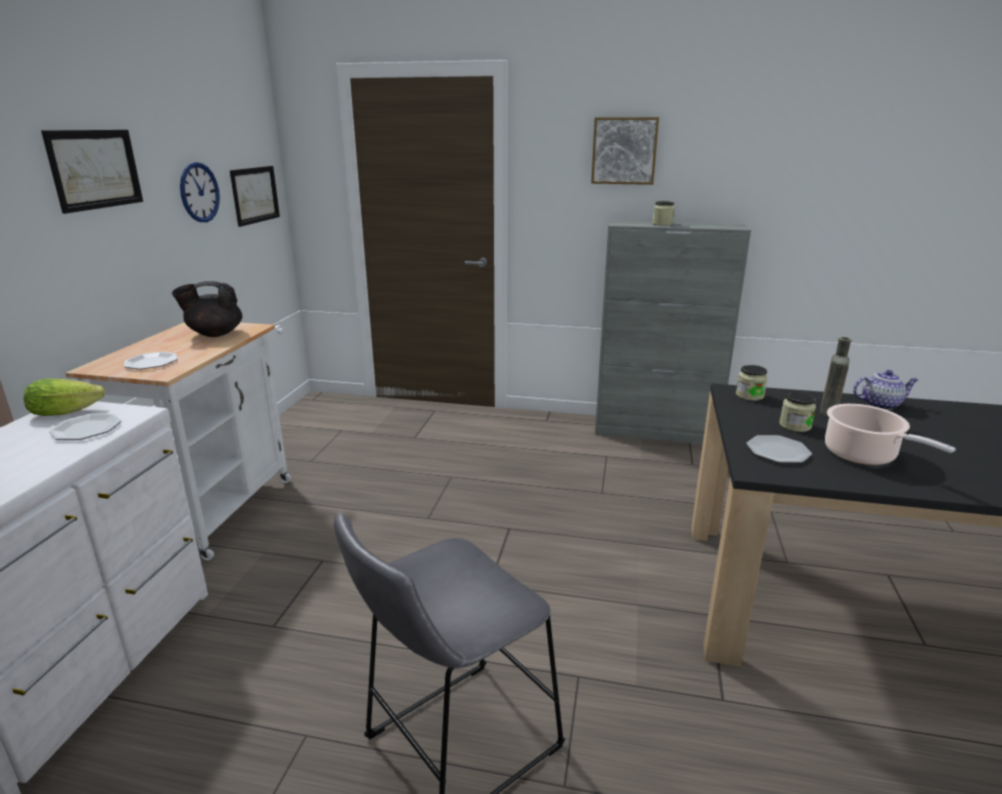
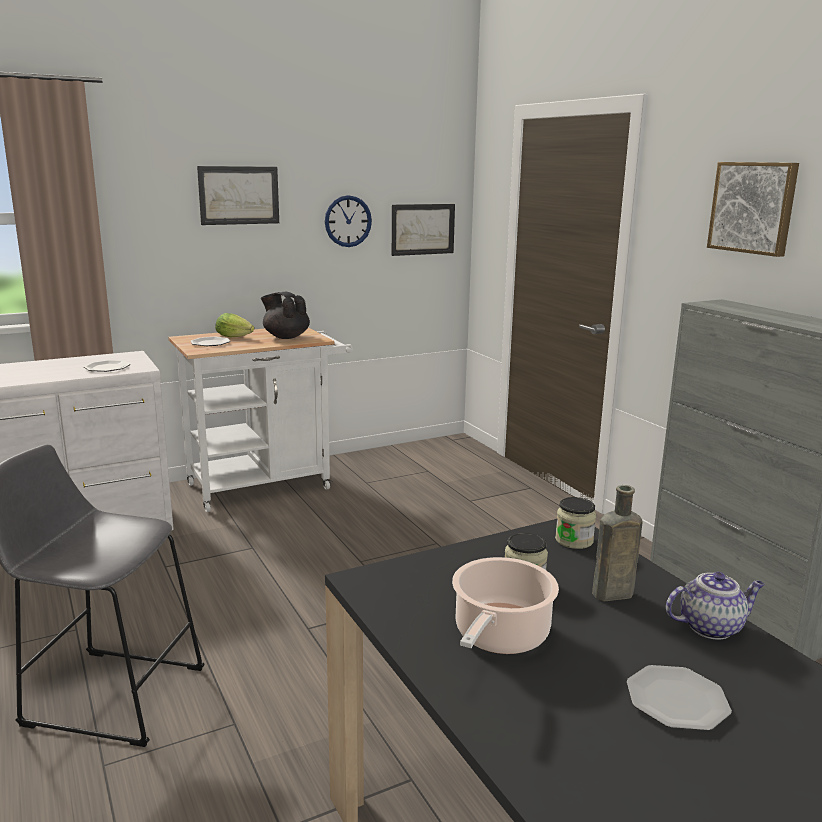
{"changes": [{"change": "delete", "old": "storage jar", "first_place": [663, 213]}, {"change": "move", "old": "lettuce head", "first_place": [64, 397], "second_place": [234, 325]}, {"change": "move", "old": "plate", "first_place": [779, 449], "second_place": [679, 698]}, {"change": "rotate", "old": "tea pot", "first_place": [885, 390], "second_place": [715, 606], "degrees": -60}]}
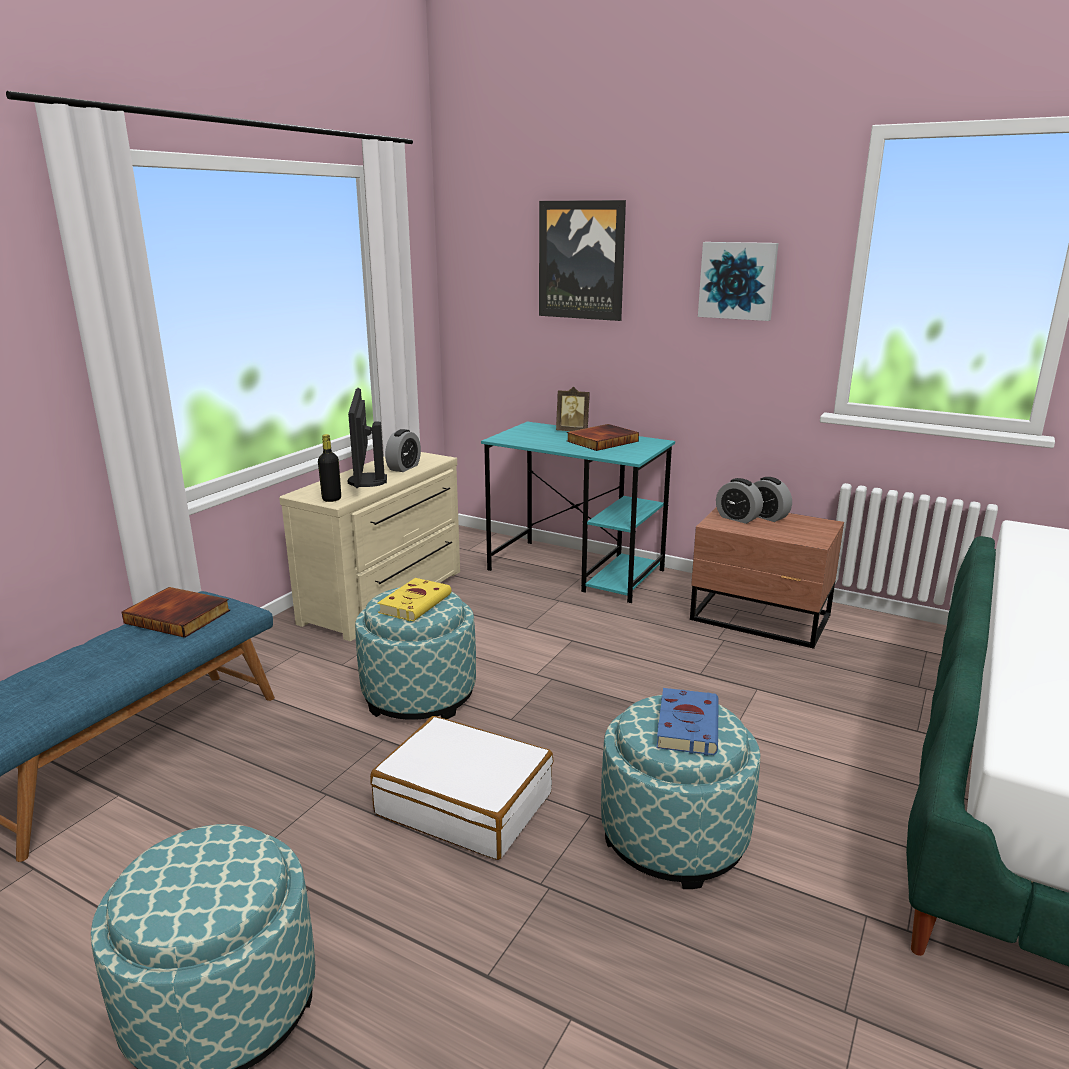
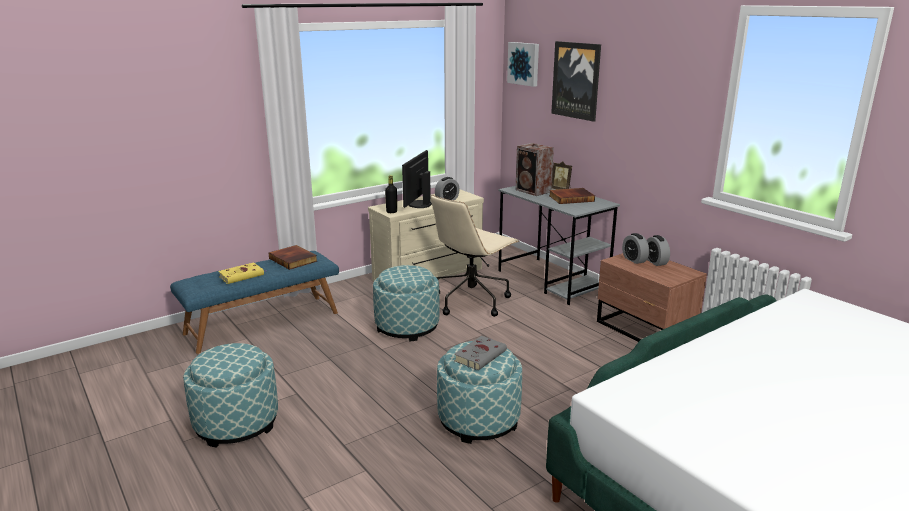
{"changes": [{"change": "delete", "old": "travel case in white", "first_place": [461, 788]}, {"change": "insert", "new": "desk chair in beige", "second_place": [474, 256]}, {"change": "insert", "new": "speaker", "second_place": [534, 169]}, {"change": "move", "old": "book in yellow-coloured", "first_place": [414, 599], "second_place": [242, 273]}, {"change": "move", "old": "wall picture", "first_place": [738, 281], "second_place": [523, 64]}, {"change": "recolor", "old": "desk unit in blue-green", "new": "desk unit in greyish", "first_place": [578, 512], "second_place": [559, 245]}, {"change": "recolor", "old": "book in bluish", "new": "book in greyish", "first_place": [687, 721], "second_place": [480, 353]}]}
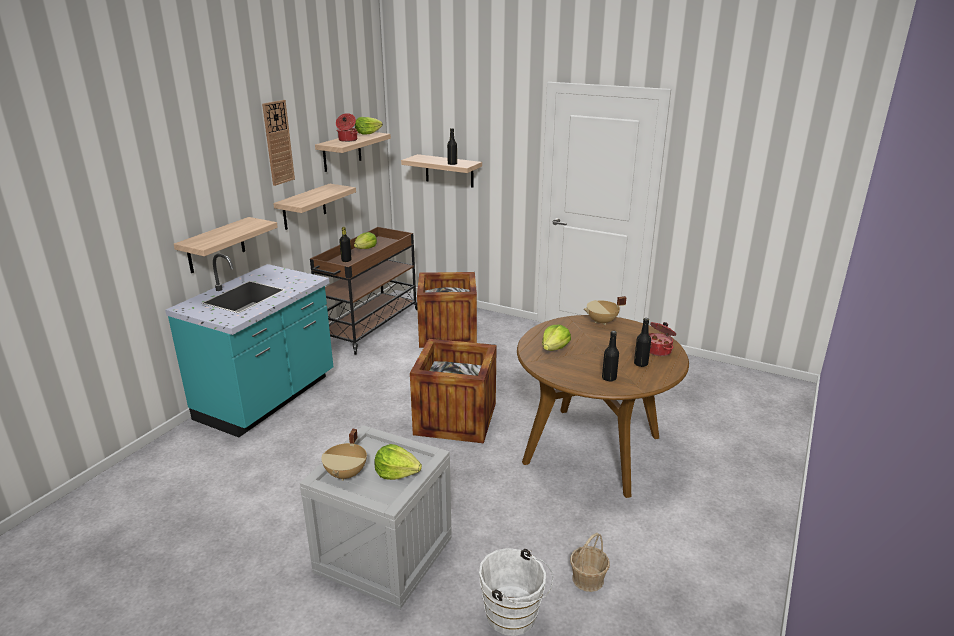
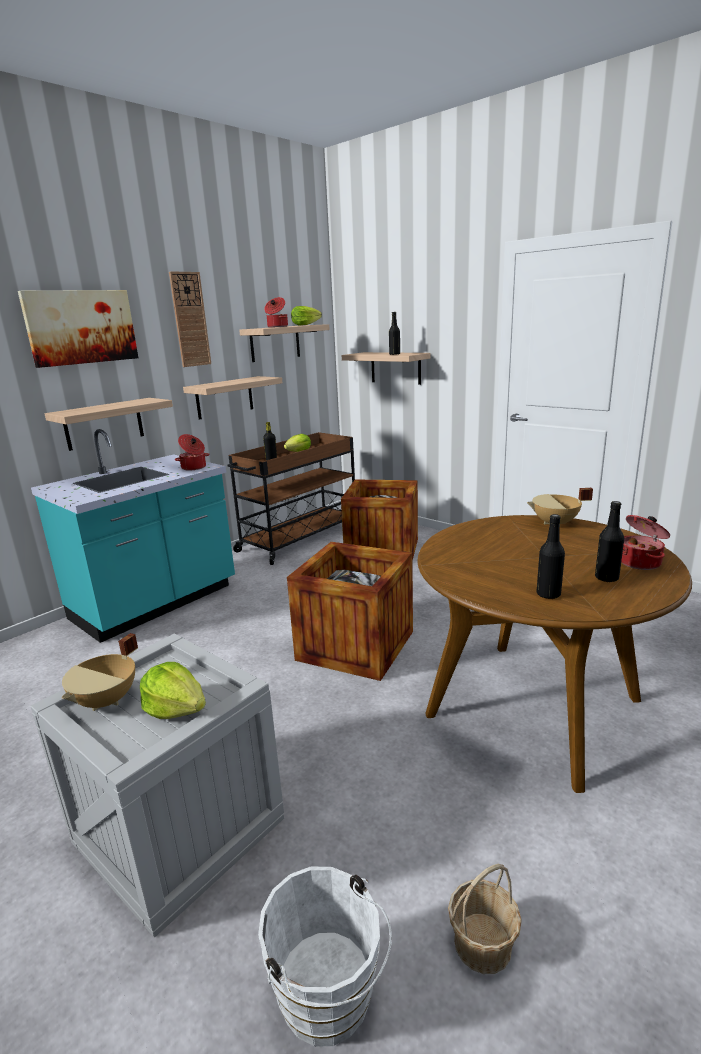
{"changes": [{"change": "delete", "old": "lettuce head", "first_place": [556, 338]}, {"change": "insert", "new": "wall picture", "second_place": [78, 329]}, {"change": "insert", "new": "cooking pot", "second_place": [192, 452]}]}
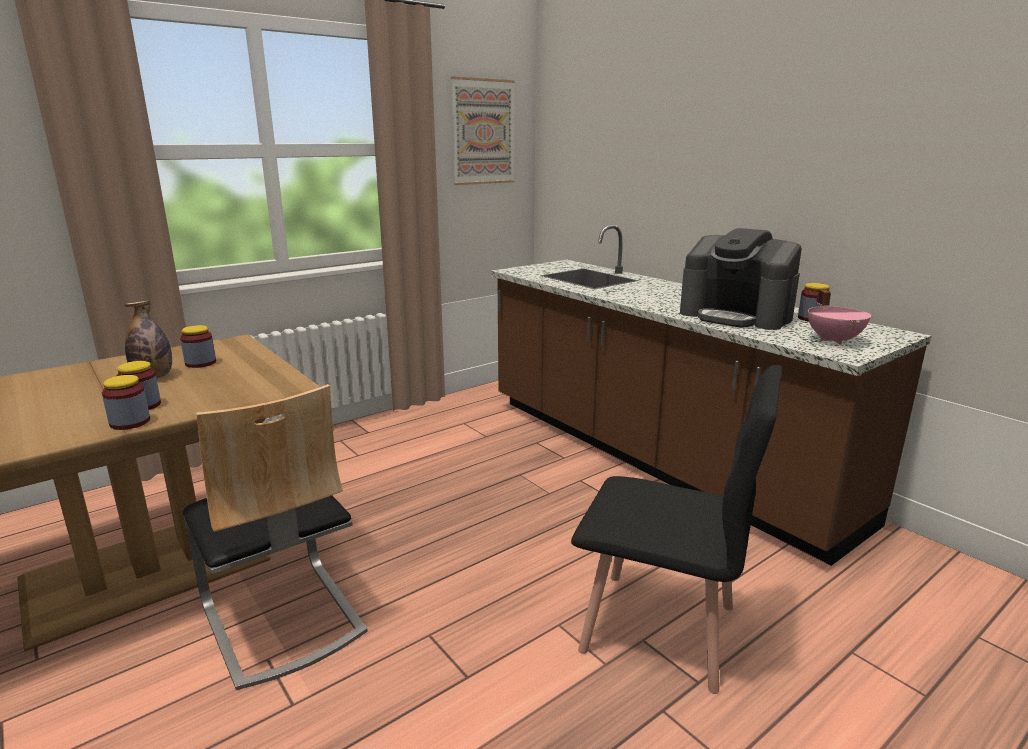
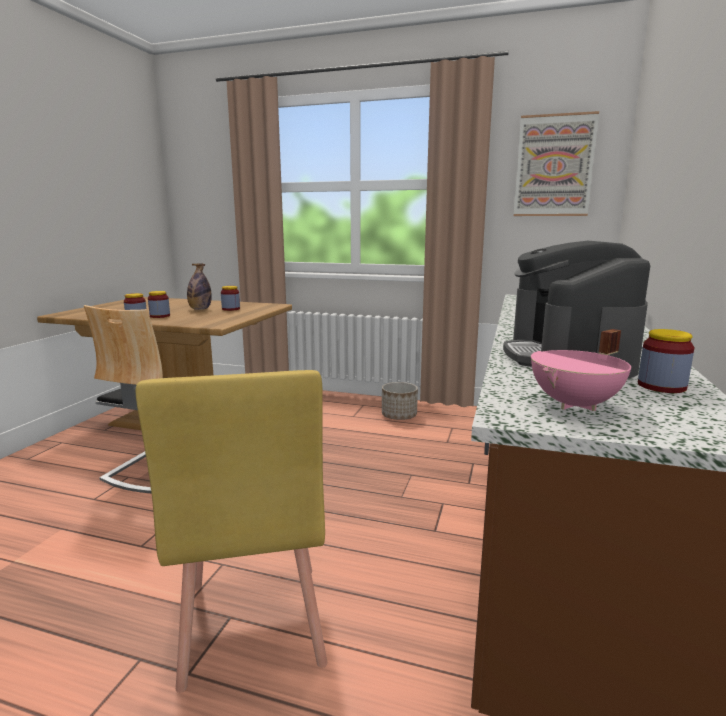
{"changes": [{"change": "insert", "new": "planter", "second_place": [400, 401]}, {"change": "recolor", "old": "plain chair in black", "new": "plain chair in yellow-coloured", "first_place": [676, 529], "second_place": [231, 531]}]}
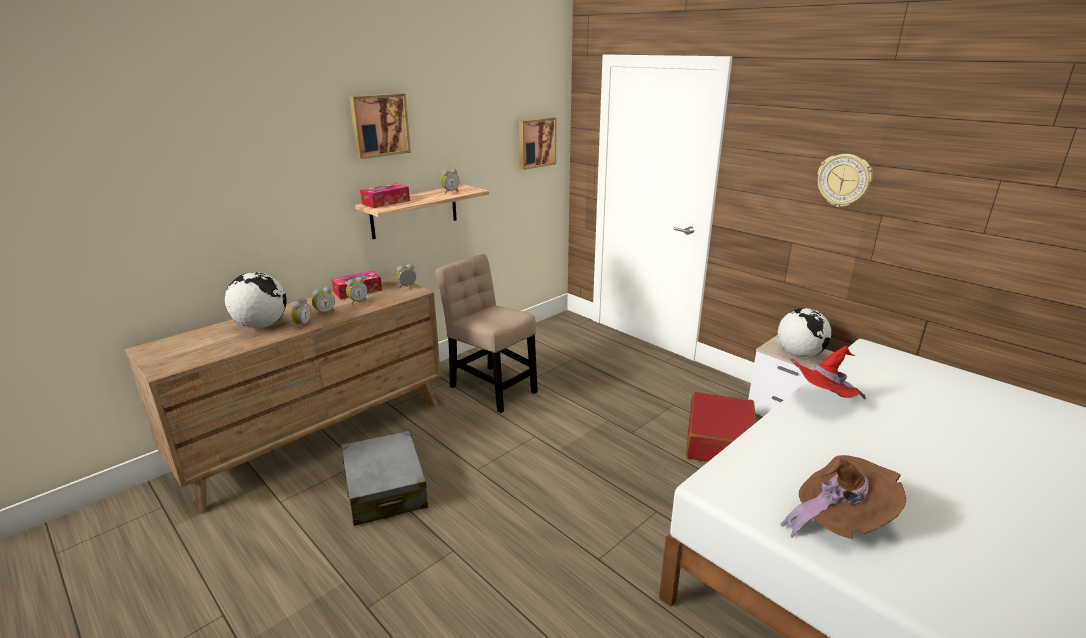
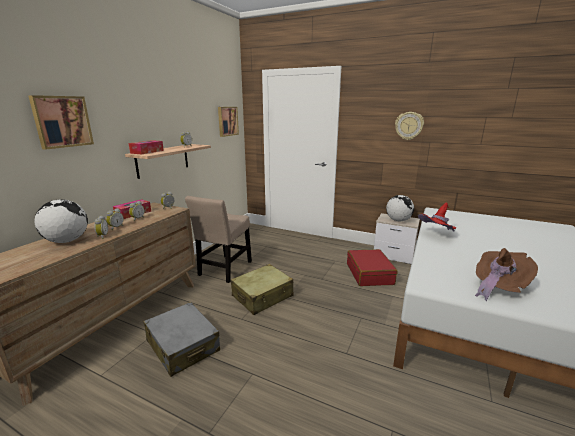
{"changes": [{"change": "insert", "new": "travel case in beige", "second_place": [262, 289]}, {"change": "move", "old": "wall picture", "first_place": [380, 126], "second_place": [61, 122]}, {"change": "rotate", "old": "plain chair in beige", "first_place": [487, 333], "second_place": [218, 239], "degrees": -90}]}
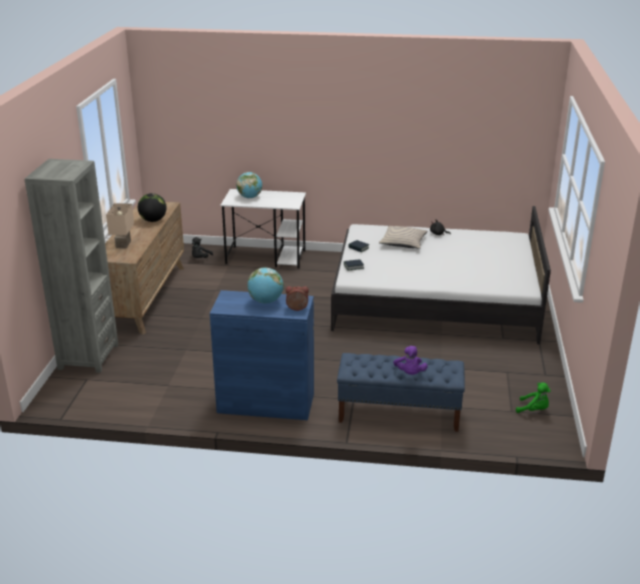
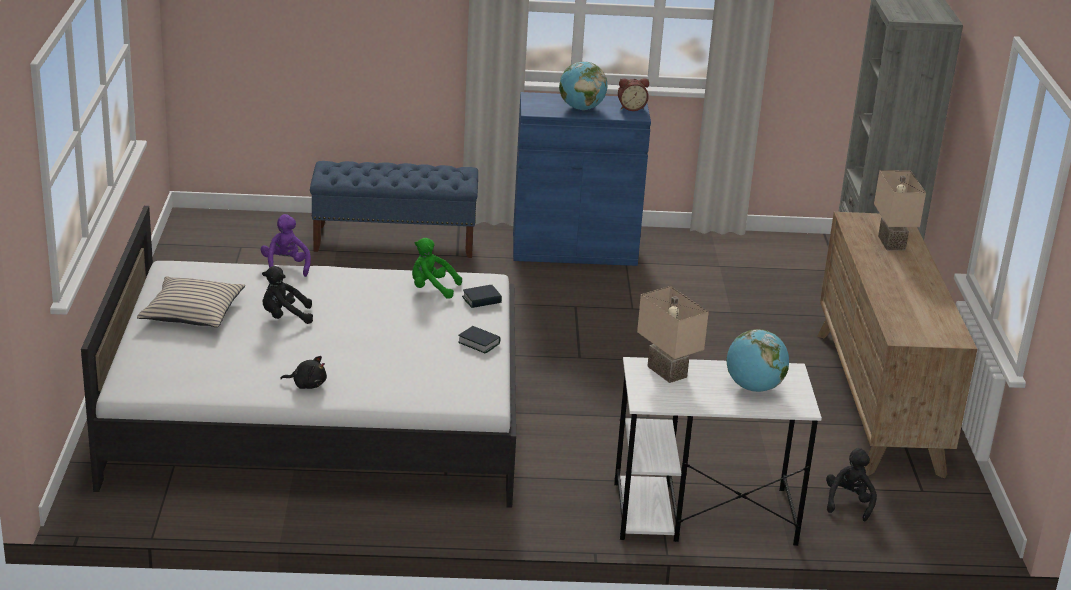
{"changes": [{"change": "delete", "old": "desk globe", "first_place": [152, 207]}, {"change": "insert", "new": "soft toy in black", "second_place": [287, 295]}, {"change": "insert", "new": "lamp for a table in beige", "second_place": [673, 334]}, {"change": "move", "old": "bedside clock", "first_place": [297, 298], "second_place": [633, 94]}, {"change": "move", "old": "cushion in beige", "first_place": [403, 237], "second_place": [191, 302]}, {"change": "move", "old": "soft toy in purple-coloured", "first_place": [410, 360], "second_place": [286, 245]}, {"change": "move", "old": "soft toy in green", "first_place": [533, 398], "second_place": [437, 268]}]}
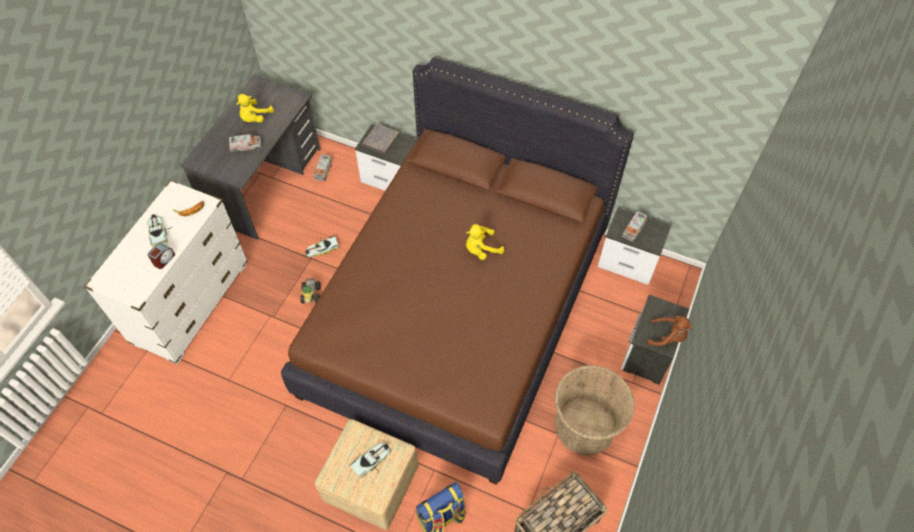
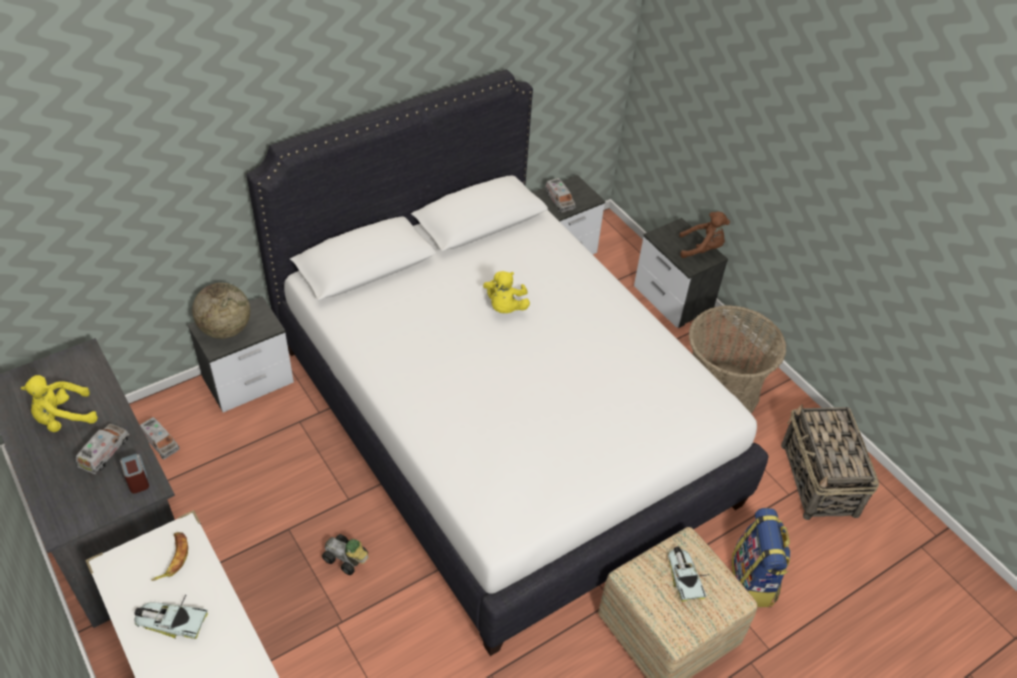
{"changes": [{"change": "delete", "old": "miniature car", "first_place": [322, 247]}, {"change": "move", "old": "bedside clock", "first_place": [161, 256], "second_place": [134, 473]}, {"change": "replace", "old": "book in greyish", "new": "desk globe", "first_place": [381, 139], "second_place": [221, 311]}, {"change": "recolor", "old": "bed in brown", "new": "bed in white", "first_place": [457, 271], "second_place": [507, 362]}, {"change": "rotate", "old": "soft toy in yellow-coloured", "first_place": [255, 108], "second_place": [59, 403], "degrees": 90}, {"change": "rotate", "old": "soft toy in brown", "first_place": [669, 331], "second_place": [704, 235], "degrees": 45}]}
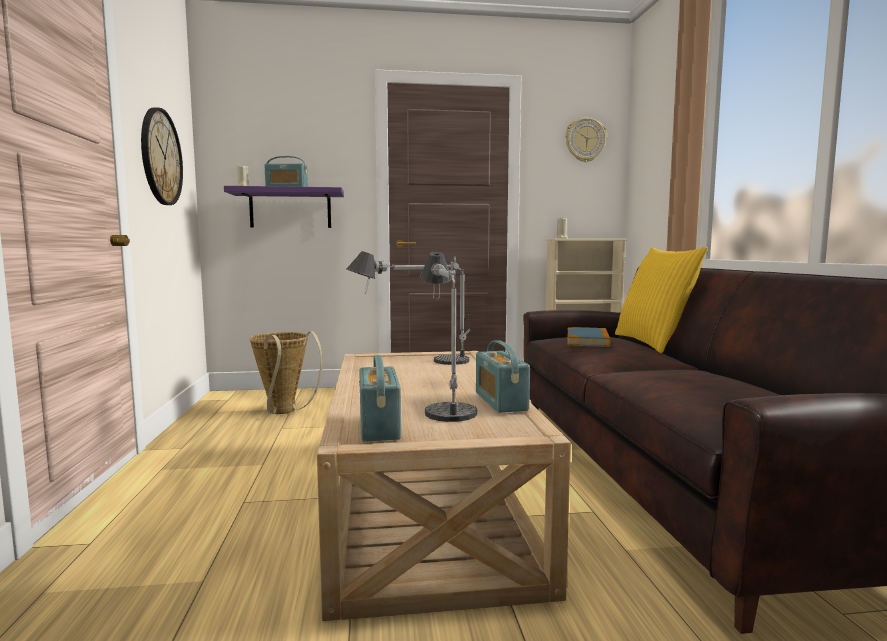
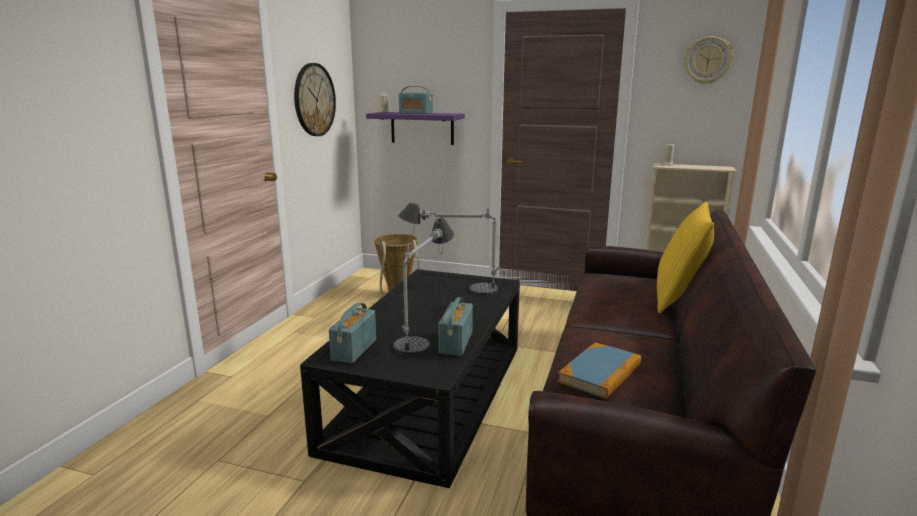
{"changes": [{"change": "move", "old": "book", "first_place": [589, 337], "second_place": [599, 370]}, {"change": "recolor", "old": "lounge table in beige", "new": "lounge table in black", "first_place": [444, 486], "second_place": [410, 378]}]}
